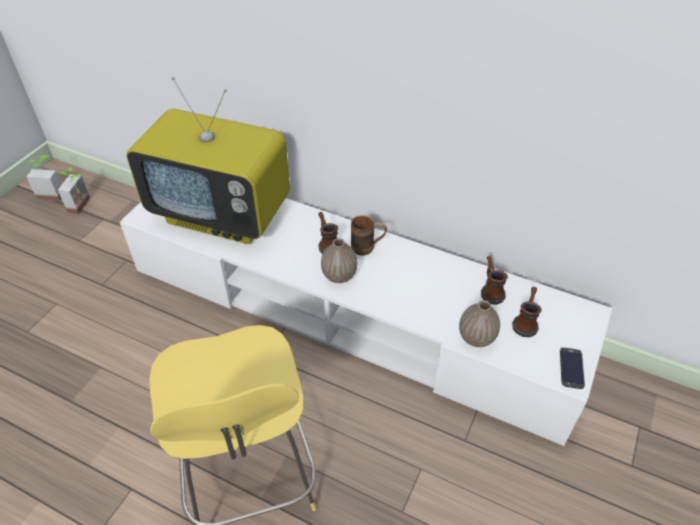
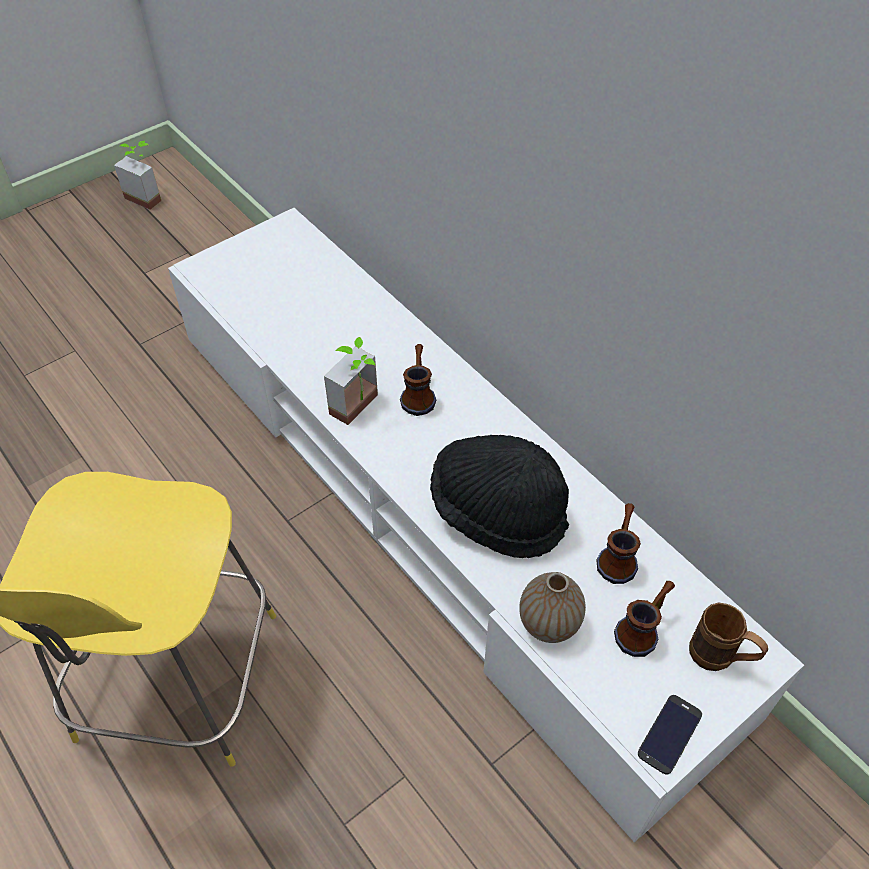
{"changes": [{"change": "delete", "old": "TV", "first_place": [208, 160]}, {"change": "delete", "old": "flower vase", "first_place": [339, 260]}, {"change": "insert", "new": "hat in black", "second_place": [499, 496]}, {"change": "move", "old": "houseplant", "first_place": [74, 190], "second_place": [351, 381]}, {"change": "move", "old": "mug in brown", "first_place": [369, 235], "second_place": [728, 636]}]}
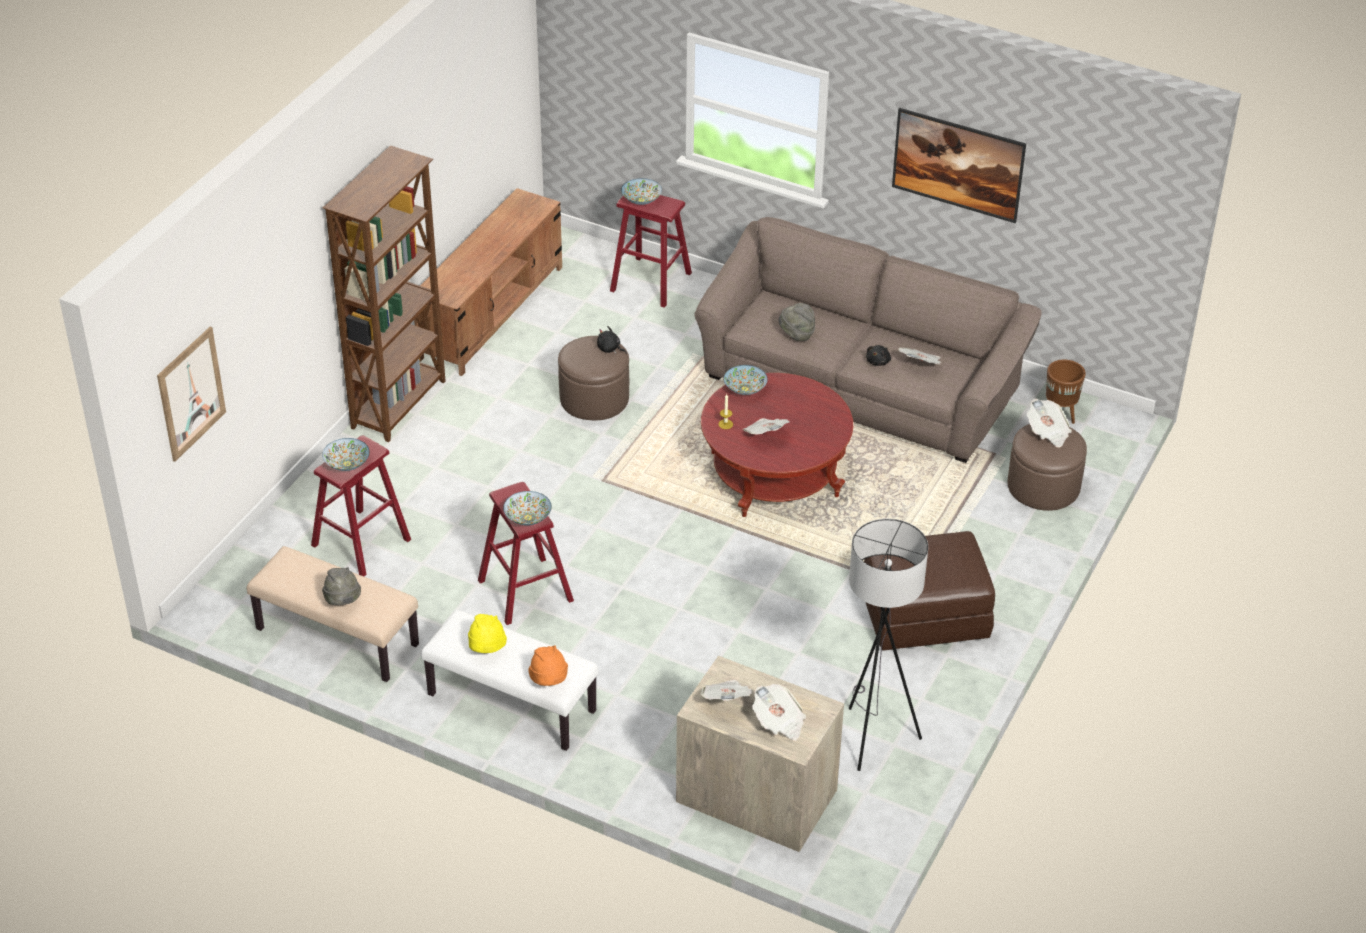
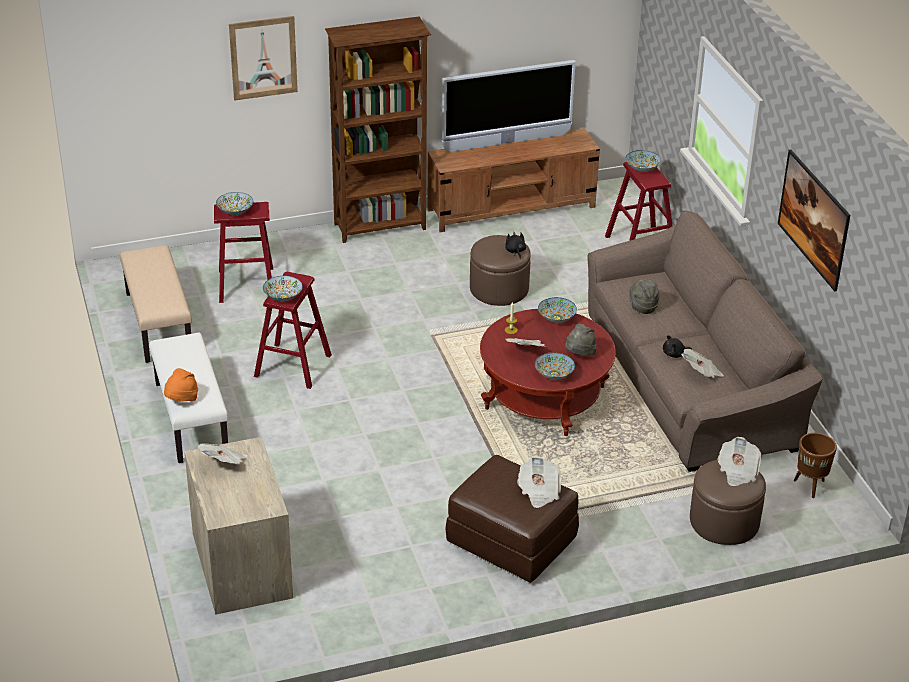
{"changes": [{"change": "delete", "old": "hat in yellow-coloured", "first_place": [487, 633]}, {"change": "delete", "old": "standing lamp in greyish", "first_place": [888, 645]}, {"change": "insert", "new": "TV", "second_place": [509, 106]}, {"change": "insert", "new": "bowl", "second_place": [555, 366]}, {"change": "move", "old": "wall picture", "first_place": [191, 394], "second_place": [263, 58]}, {"change": "move", "old": "hat in greyish", "first_place": [341, 586], "second_place": [581, 339]}, {"change": "move", "old": "newspaper", "first_place": [779, 712], "second_place": [539, 482]}]}
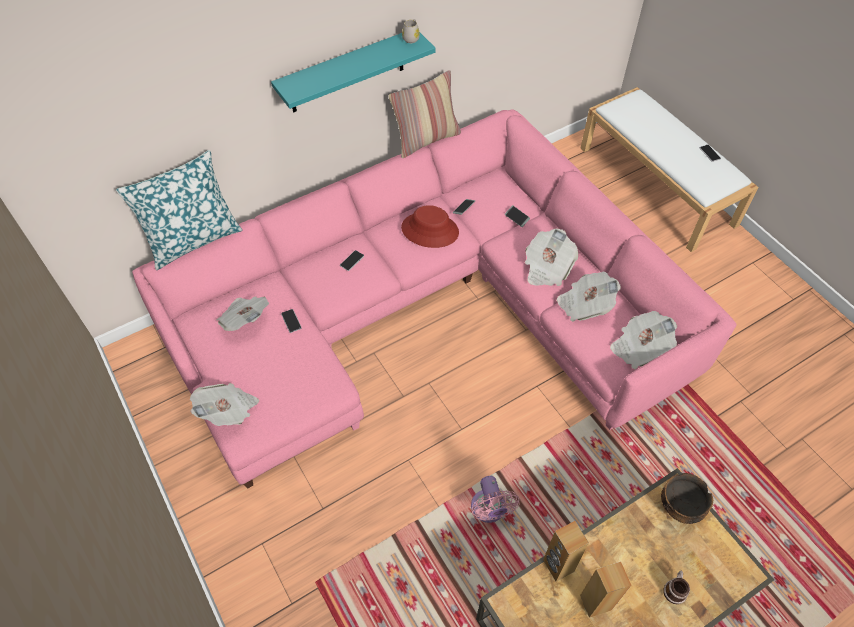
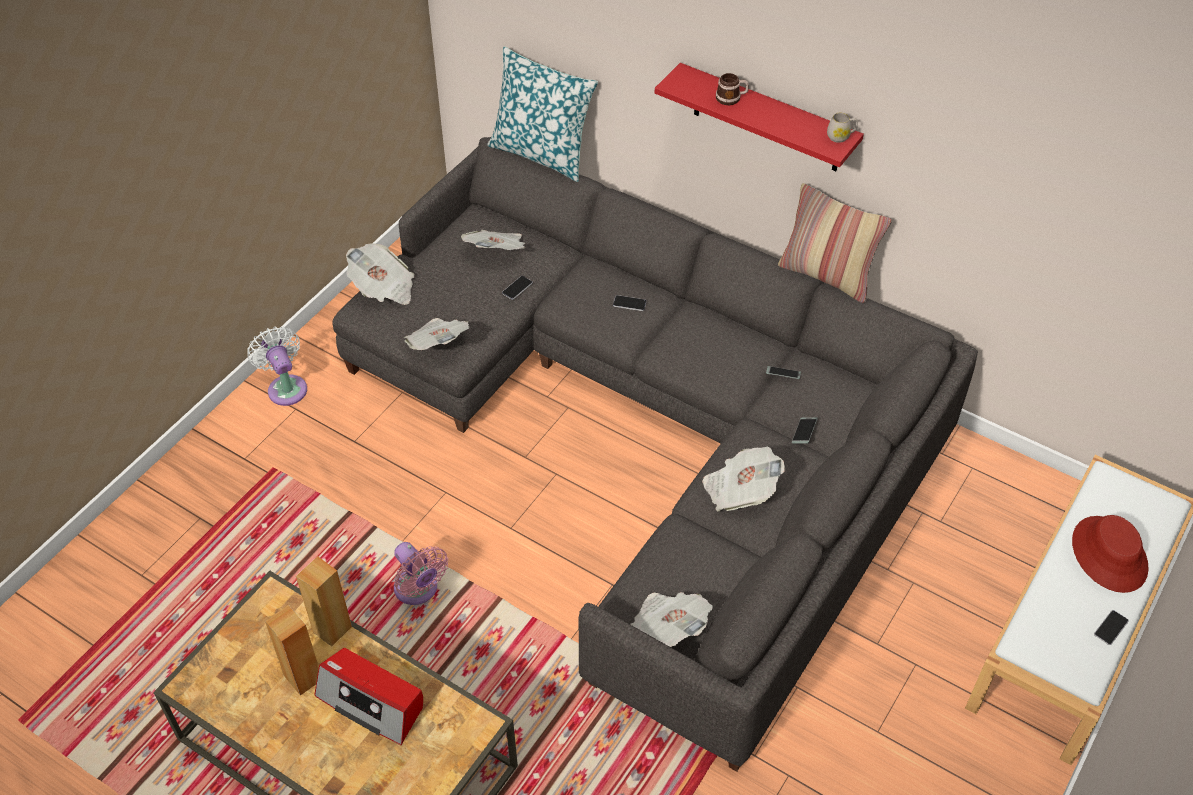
{"changes": [{"change": "delete", "old": "bowl", "first_place": [687, 498]}, {"change": "insert", "new": "cooling fan in white", "second_place": [277, 366]}, {"change": "insert", "new": "radio", "second_place": [369, 696]}, {"change": "move", "old": "hat in red", "first_place": [430, 226], "second_place": [1110, 554]}, {"change": "move", "old": "newspaper", "first_place": [589, 297], "second_place": [437, 334]}, {"change": "move", "old": "mug", "first_place": [676, 587], "second_place": [732, 89]}, {"change": "recolor", "old": "couch in pink", "new": "couch in greyish", "first_place": [434, 299], "second_place": [655, 454]}, {"change": "recolor", "old": "bracket shelf in blue-green", "new": "bracket shelf in red", "first_place": [353, 72], "second_place": [759, 117]}, {"change": "rotate", "old": "cooling fan in pink", "first_place": [495, 499], "second_place": [421, 573], "degrees": -90}]}
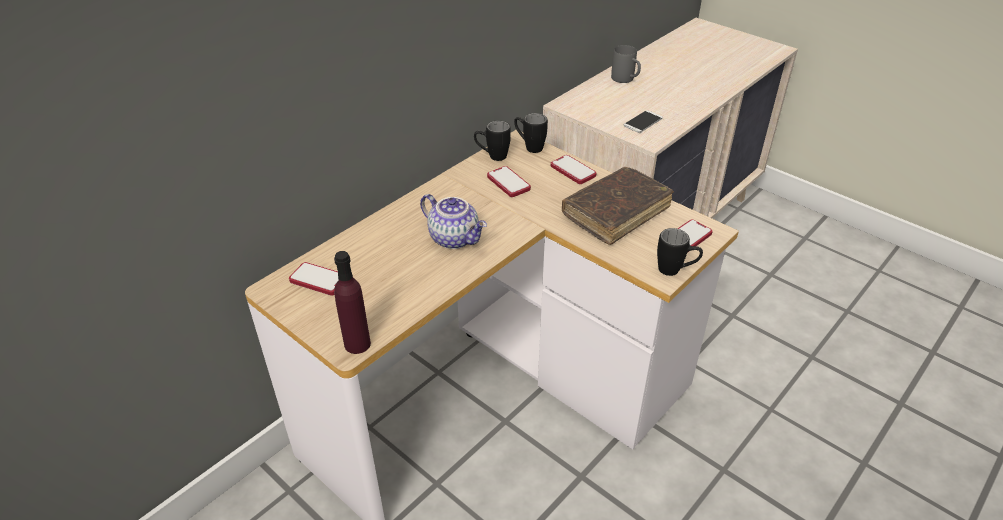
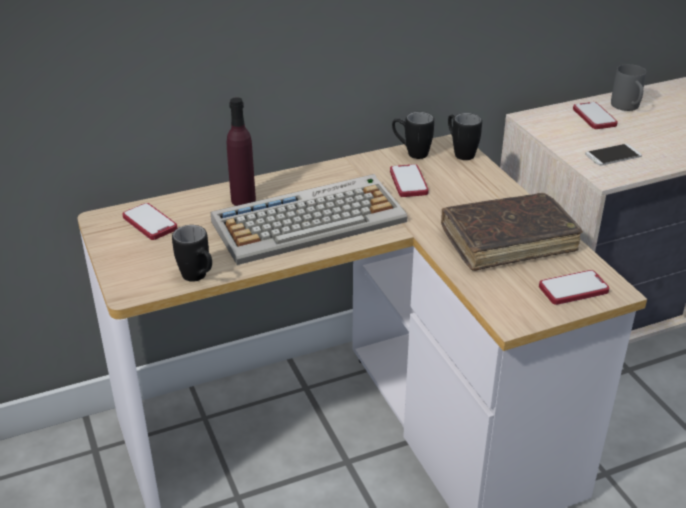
{"changes": [{"change": "move", "old": "bottle in purple-coloured", "first_place": [352, 302], "second_place": [241, 151]}, {"change": "move", "old": "phone", "first_place": [573, 169], "second_place": [595, 115]}, {"change": "move", "old": "mug in black", "first_place": [680, 252], "second_place": [192, 253]}, {"change": "replace", "old": "tea pot", "new": "computer keyboard", "first_place": [453, 221], "second_place": [309, 219]}]}
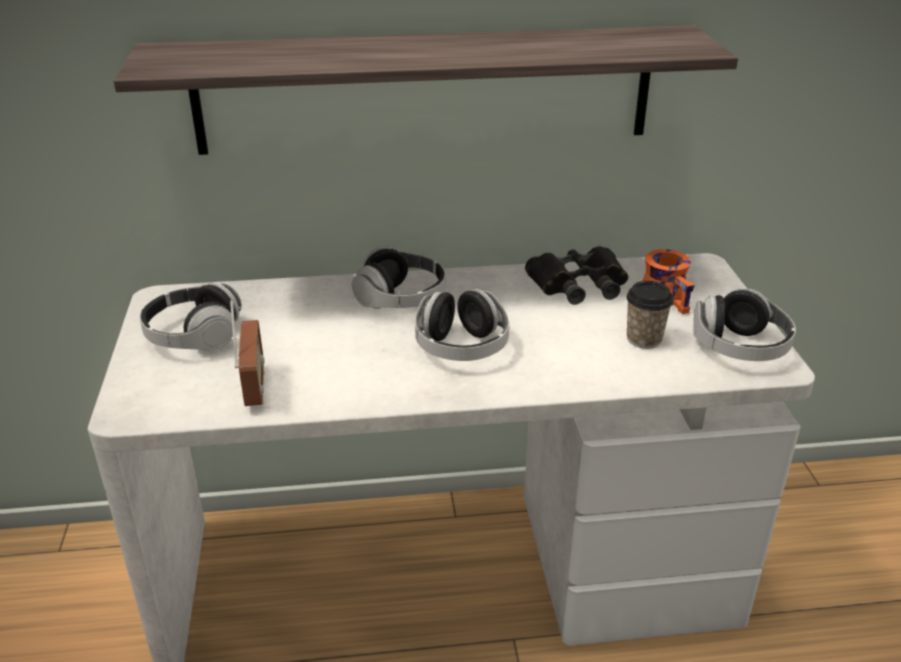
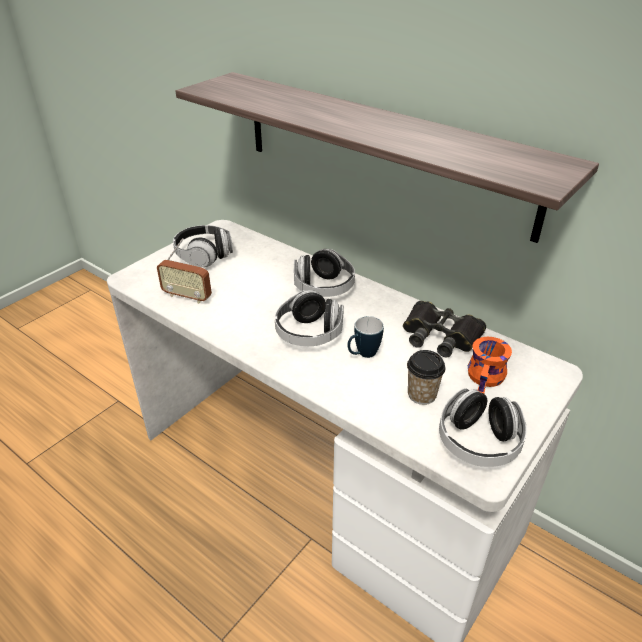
{"changes": [{"change": "insert", "new": "mug", "second_place": [365, 337]}, {"change": "rotate", "old": "radio", "first_place": [247, 353], "second_place": [184, 271], "degrees": 75}]}
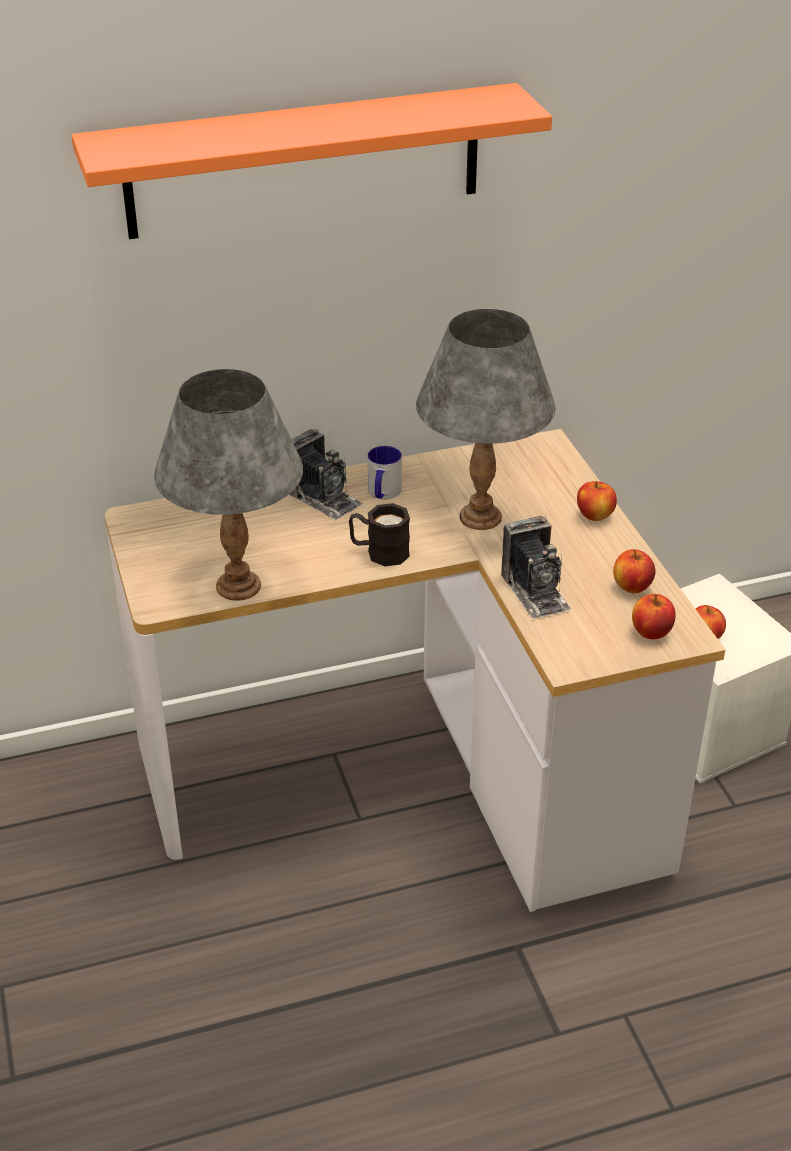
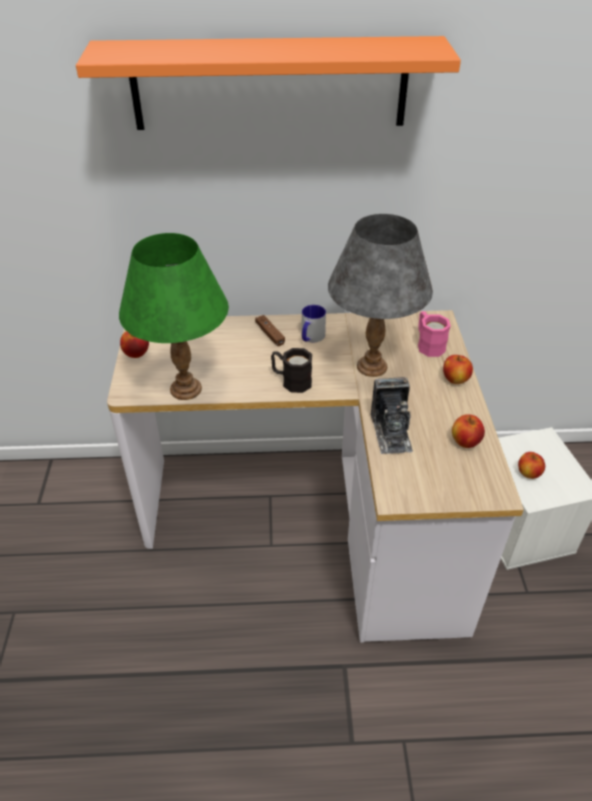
{"changes": [{"change": "insert", "new": "mug in pink", "second_place": [434, 334]}, {"change": "move", "old": "whole apple", "first_place": [653, 616], "second_place": [134, 344]}, {"change": "replace", "old": "photo camera", "new": "joypad in brown", "first_place": [326, 474], "second_place": [270, 330]}, {"change": "recolor", "old": "lamp for a table in greyish", "new": "lamp for a table in green", "first_place": [228, 485], "second_place": [174, 316]}]}
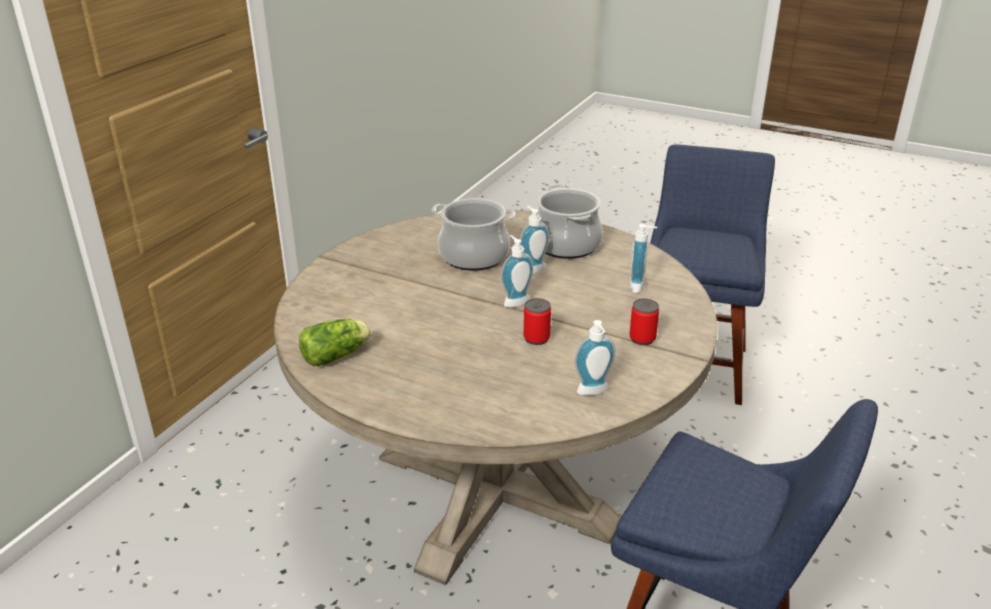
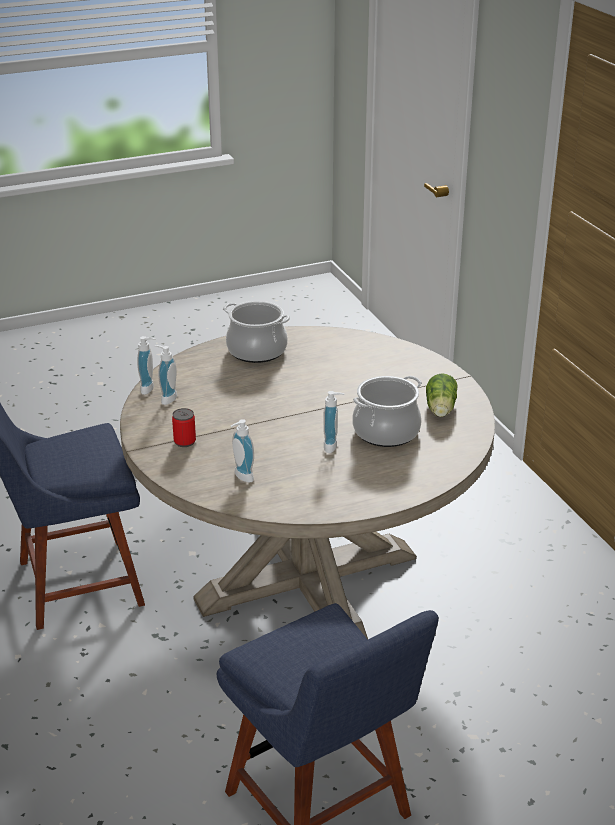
{"changes": [{"change": "delete", "old": "sealed can", "first_place": [537, 321]}, {"change": "move", "old": "lettuce head", "first_place": [335, 342], "second_place": [442, 395]}, {"change": "move", "old": "soap bottle", "first_place": [517, 271], "second_place": [146, 365]}, {"change": "move", "old": "cooking pot", "first_place": [570, 221], "second_place": [256, 332]}]}
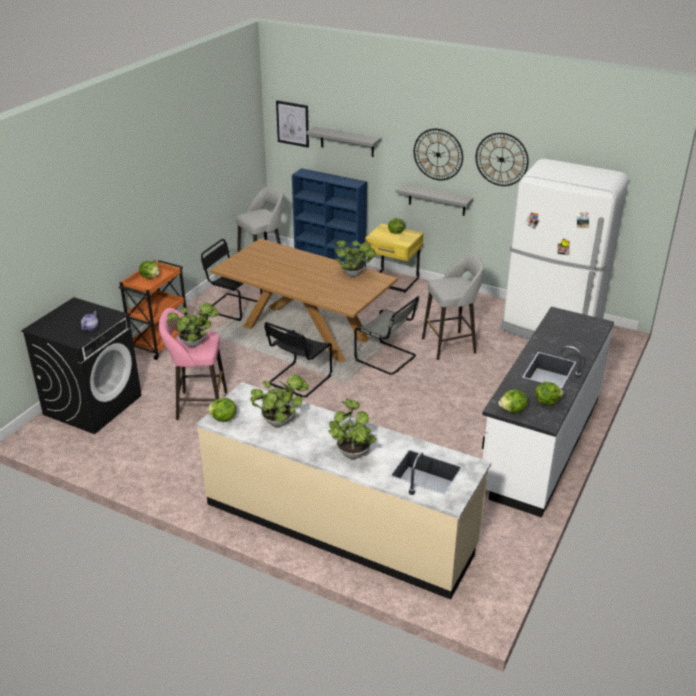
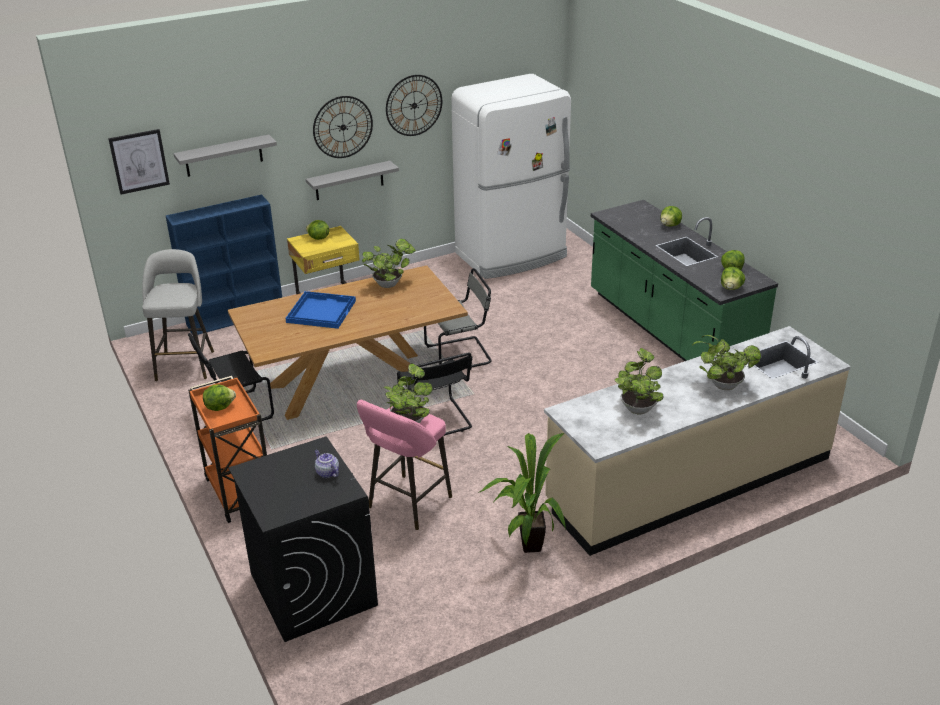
{"changes": [{"change": "delete", "old": "stool in greyish", "first_place": [453, 306]}, {"change": "insert", "new": "carrying tray in bluish", "second_place": [320, 310]}, {"change": "insert", "new": "houseplant", "second_place": [522, 493]}, {"change": "move", "old": "lettuce head", "first_place": [221, 410], "second_place": [671, 216]}, {"change": "recolor", "old": "counter in white", "new": "counter in green", "first_place": [548, 412], "second_place": [684, 280]}]}
